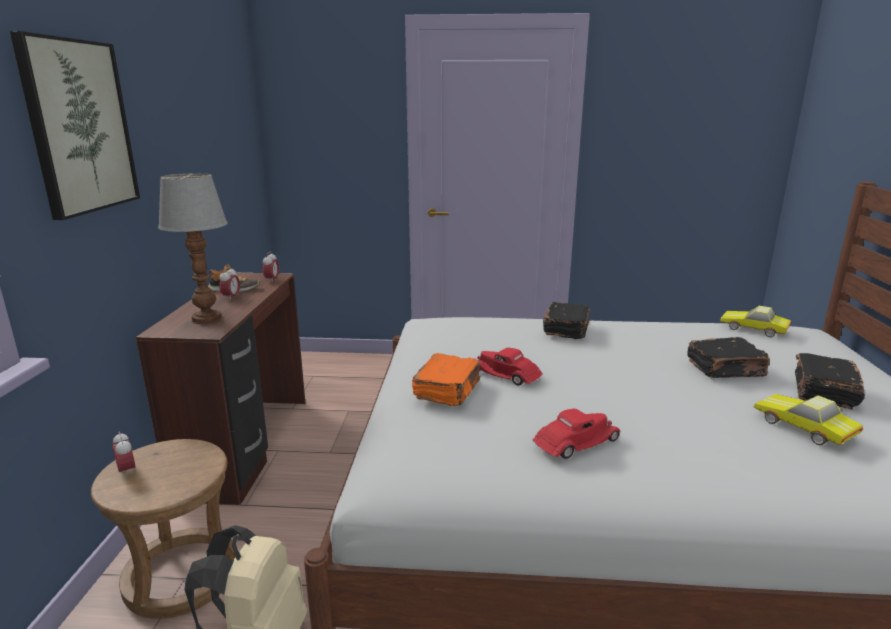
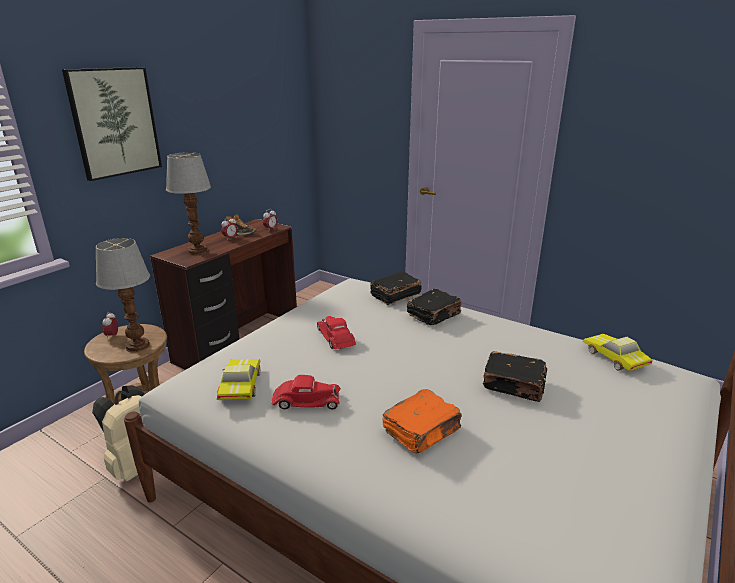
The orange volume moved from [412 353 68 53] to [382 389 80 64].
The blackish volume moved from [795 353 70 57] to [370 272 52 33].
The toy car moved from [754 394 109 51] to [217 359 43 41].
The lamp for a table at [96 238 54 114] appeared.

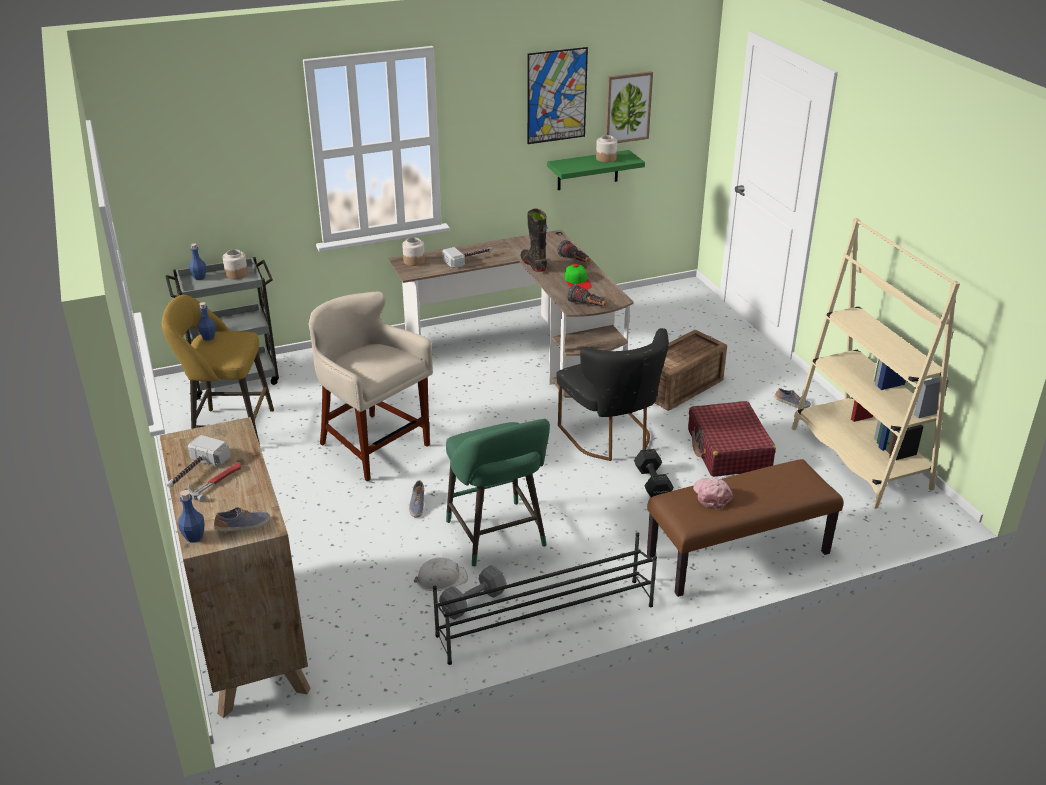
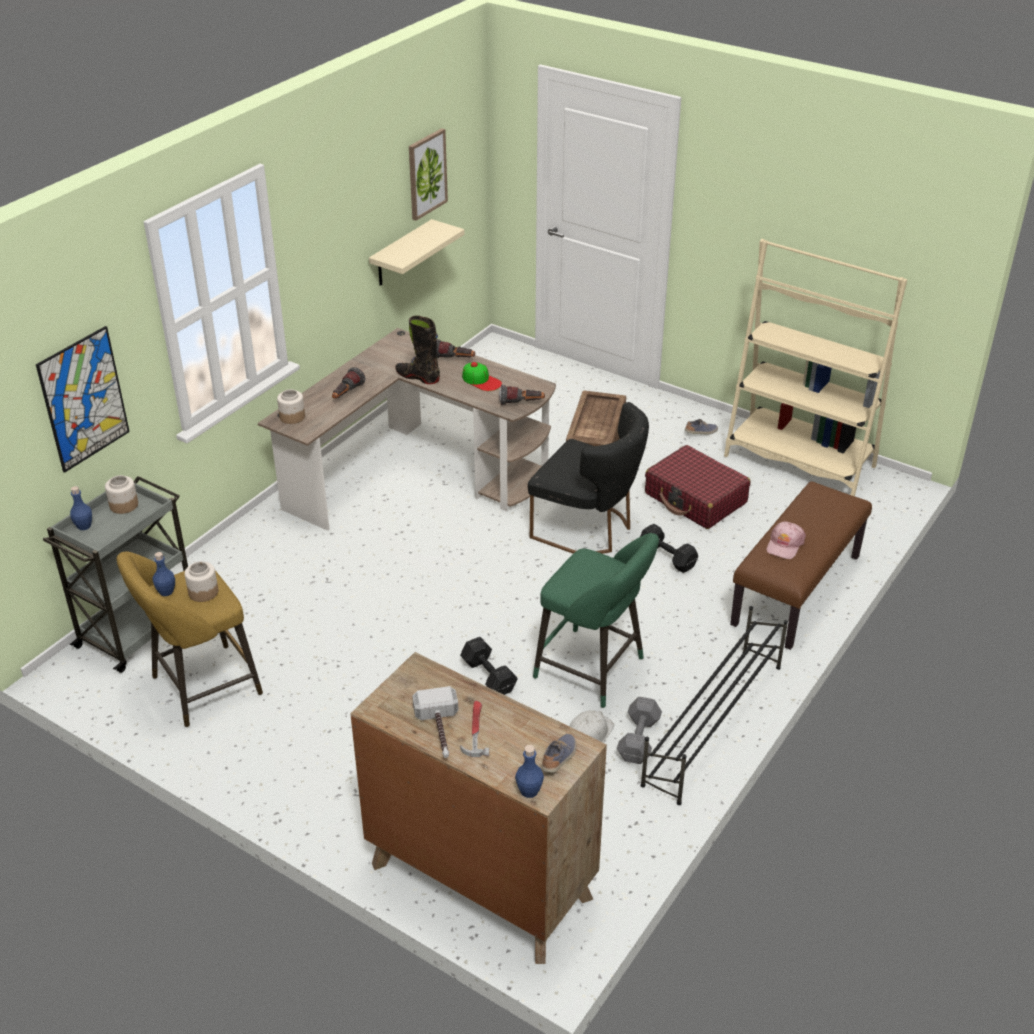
The wall picture moved from [527 47 61 97] to [36 326 94 147].
The storage jar moved from [596 135 21 27] to [184 562 34 40].
The greenish wall shelf at [547 150 98 40] became the sand-coloured wall shelf at [369 219 96 67].
The hand hammer at [442 247 50 22] was replaced by the hand torch at [332 367 33 32].
The sand-coloured sitting stool at [309 292 124 190] disappeared.
The pinkish peaked cap at [693 478 40 30] turned 105 degrees counterclockwise.
The item of footwear at [409 480 15 38] was replaced by the blackish free weight at [460 637 58 58].

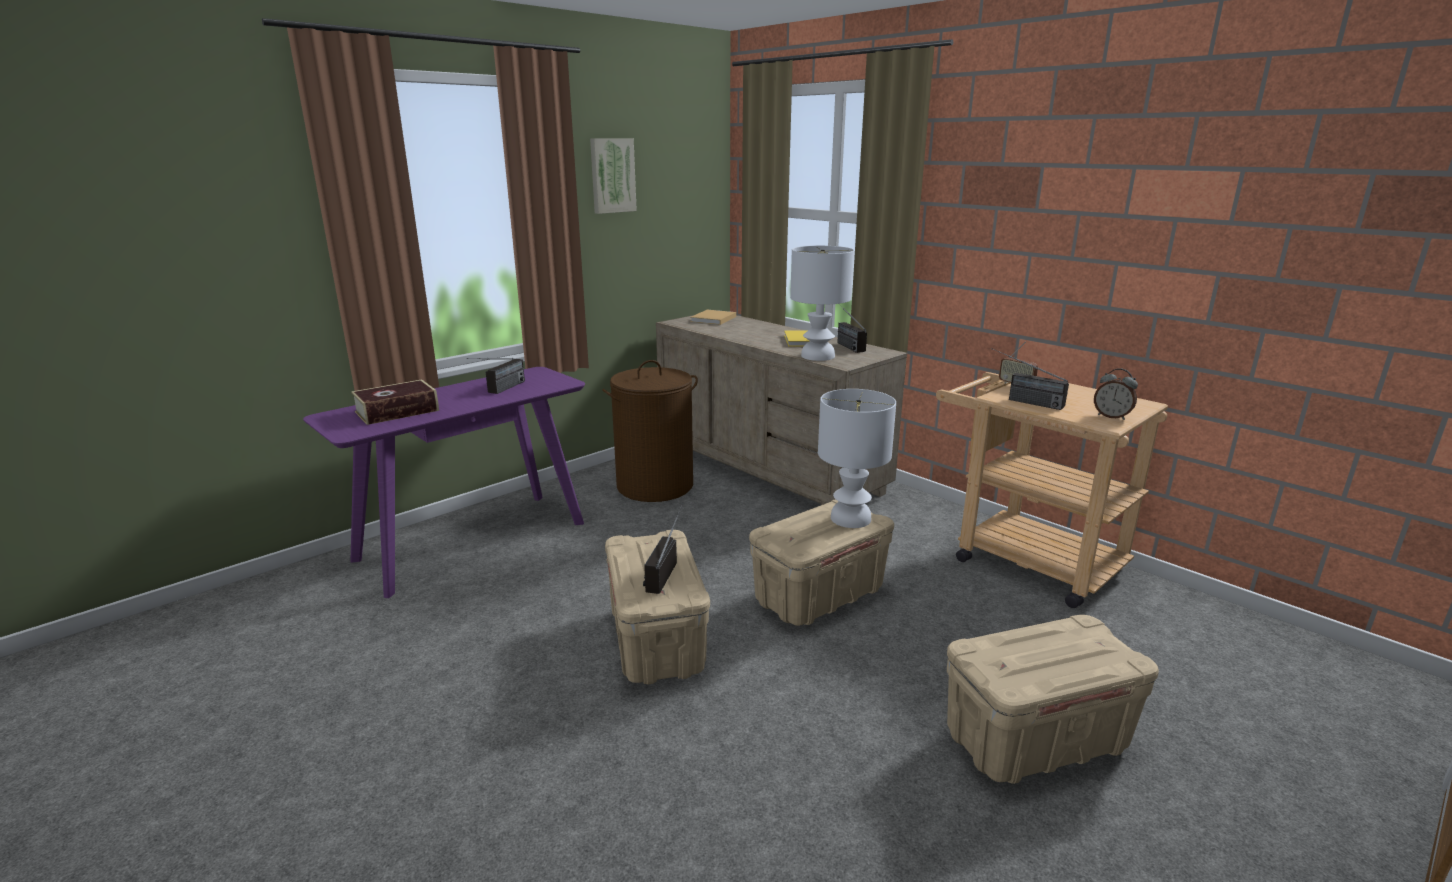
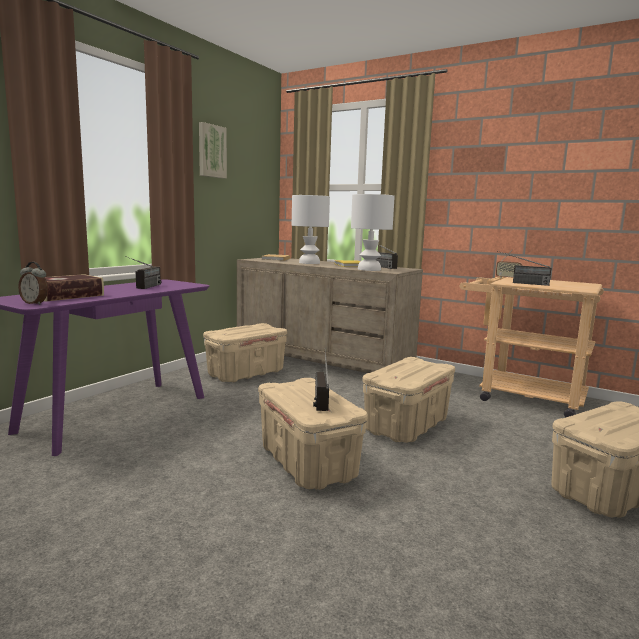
The brown hamper at [602 360 96 142] was replaced by the sand-coloured storage bin at [203 323 84 59].
The table clock moved from [1094 368 44 52] to [18 262 30 43].
The white-coloured lamp for a table moved from [818 389 78 139] to [292 195 38 69].

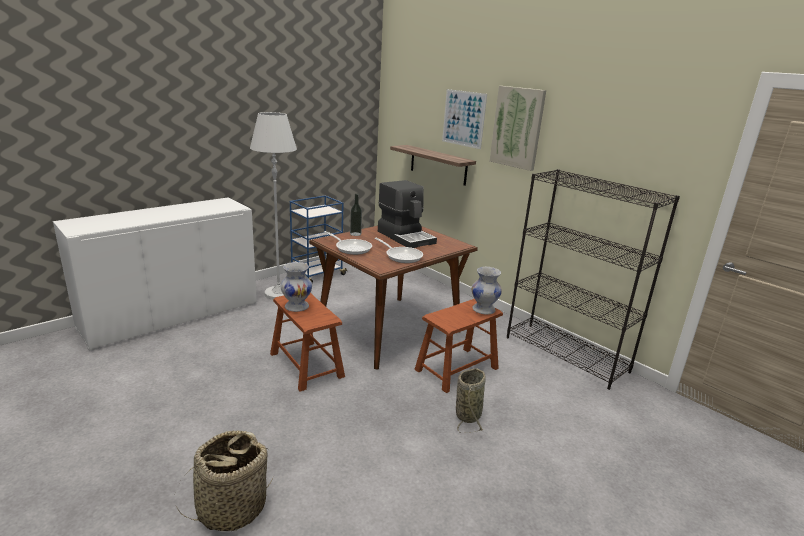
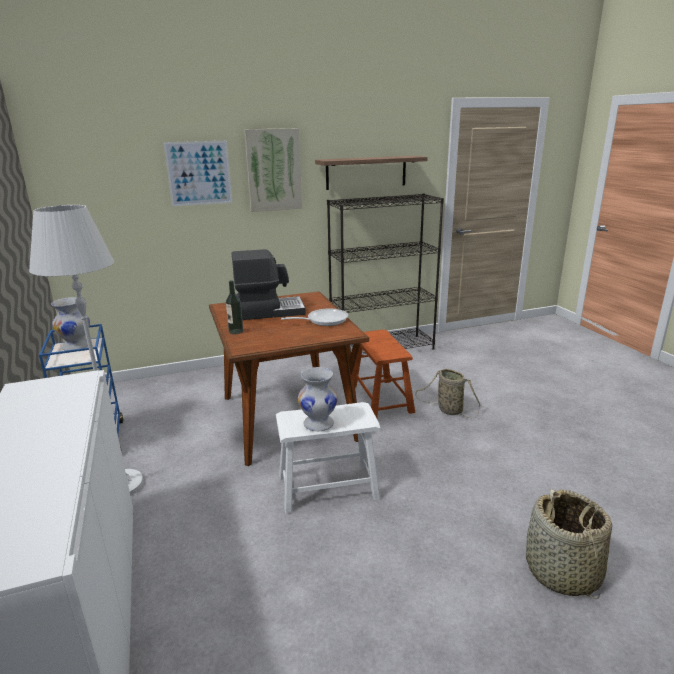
The wall shelf moved from [390 145 86 41] to [315 156 113 34].
The frying pan at [324 231 48 24] disappeared.
The white-coloured decorative vase moved from [471 267 31 48] to [51 297 39 54].
The brown sitting stool at [270 293 75 99] became the white-coloured sitting stool at [276 402 104 111].

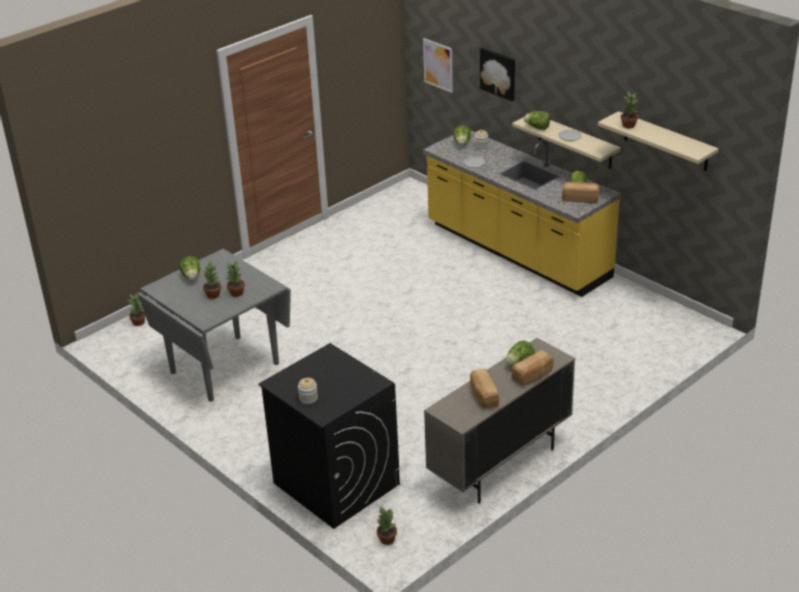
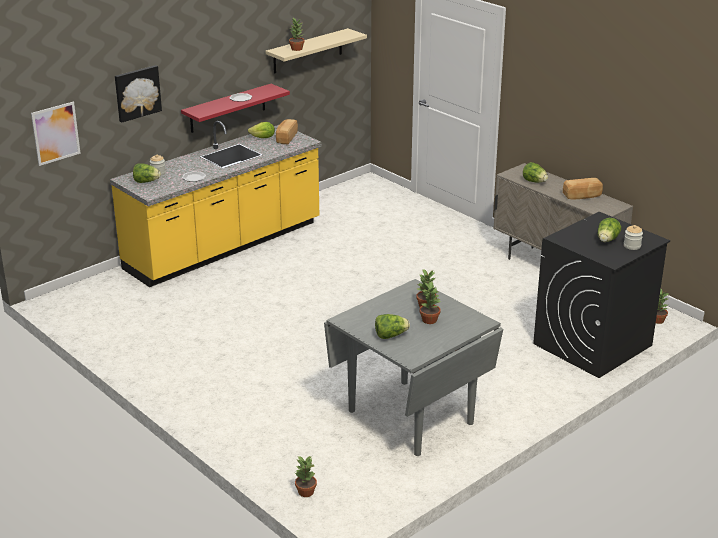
The lettuce moved from [524 111 26 19] to [598 218 23 24].
The sand-coloured wall shelf at [512 117 109 52] became the red-coloured wall shelf at [181 84 109 49].
The bread at [511 350 43 36] disappeared.

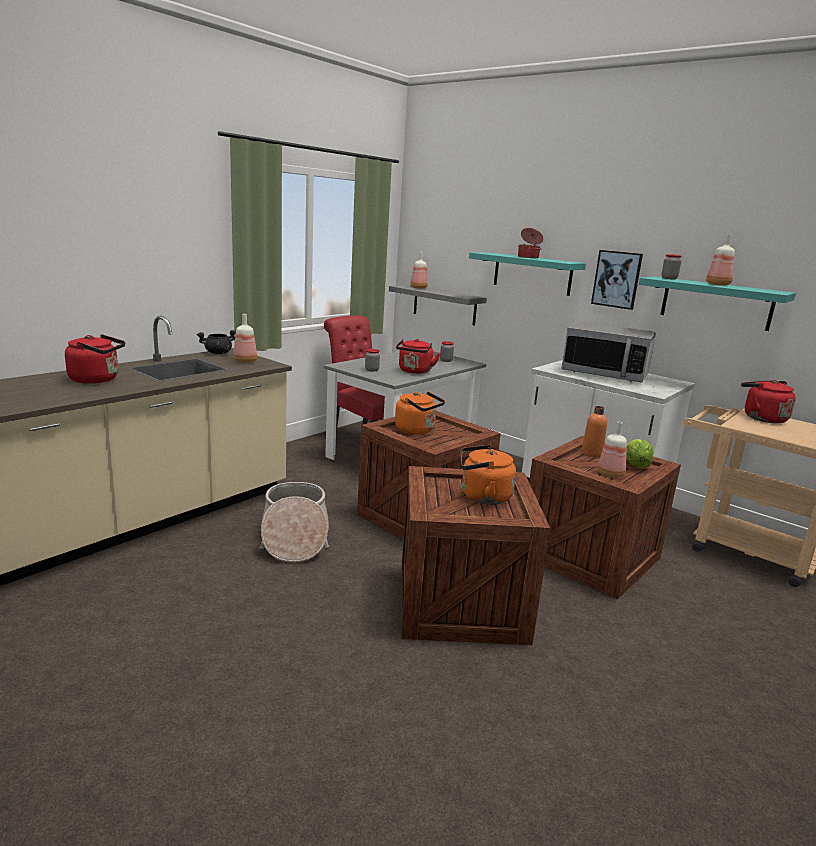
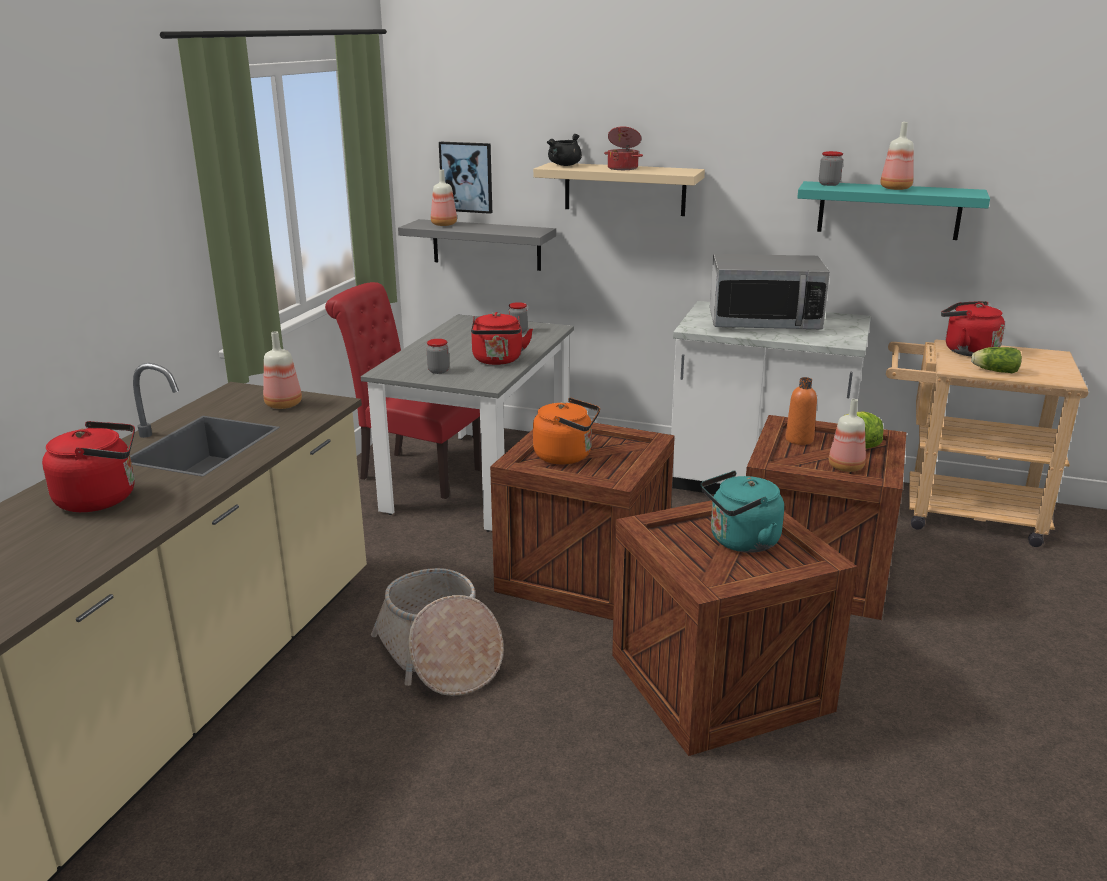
The wall picture moved from [591 250 52 60] to [439 142 53 72].
The blue-green wall shelf at [469 252 117 44] became the sand-coloured wall shelf at [533 162 172 54].
The blackish saucepot moved from [197 330 39 24] to [547 134 35 32].
The orange tea kettle at [461 445 55 60] became the blue-green tea kettle at [701 471 83 82].
The lettuce at [971 347 51 26] appeared.

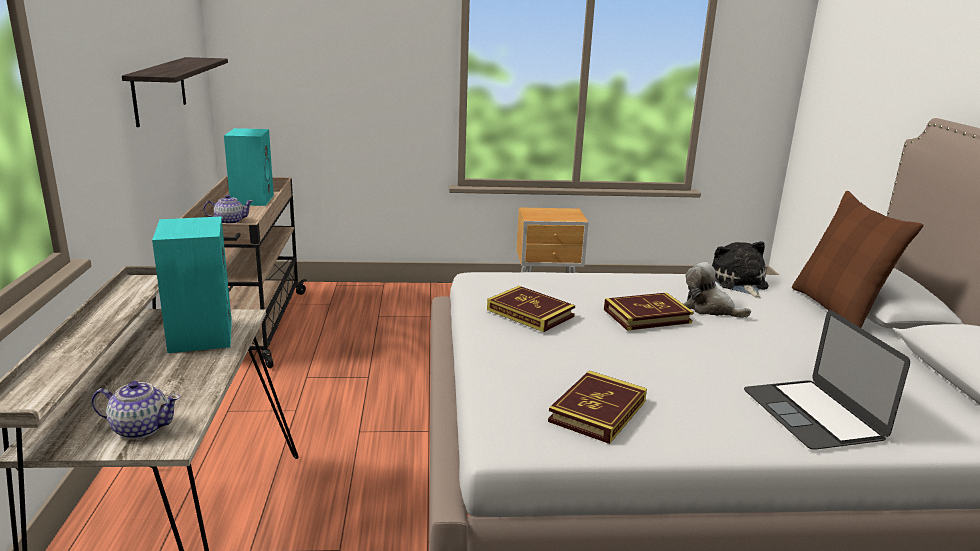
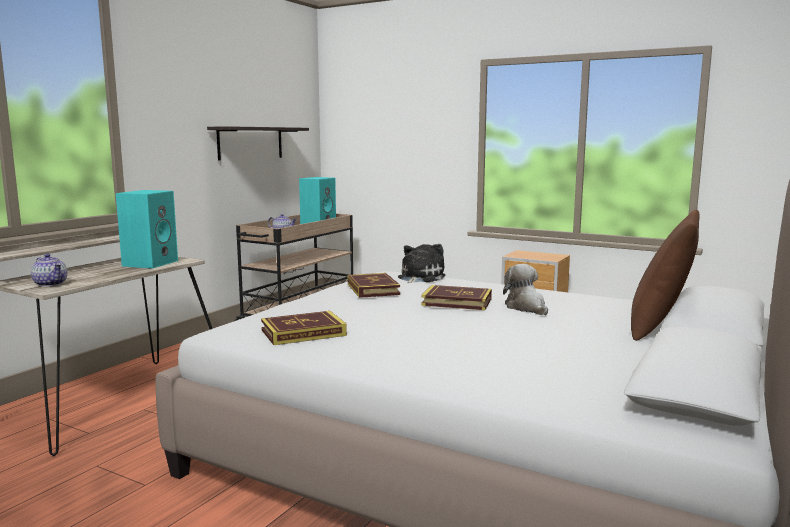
The soft toy moved from [712 241 56 57] to [398 244 47 39].
The notebook computer at [744 310 166 140] disappeared.

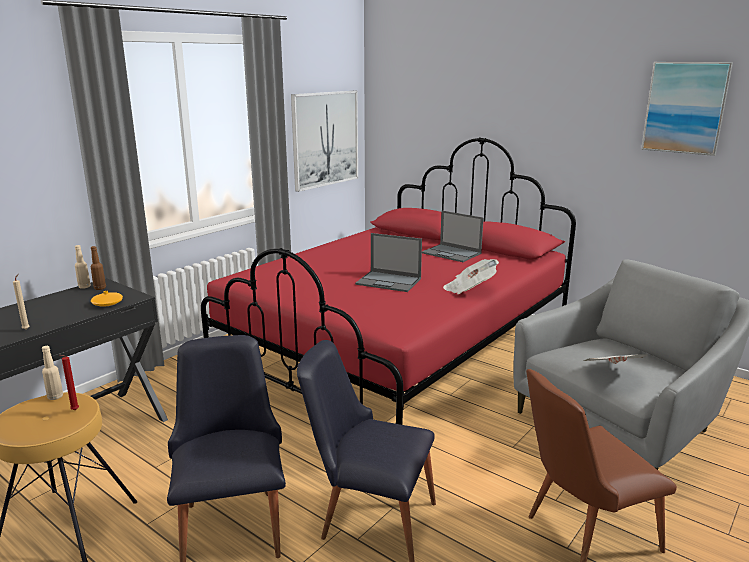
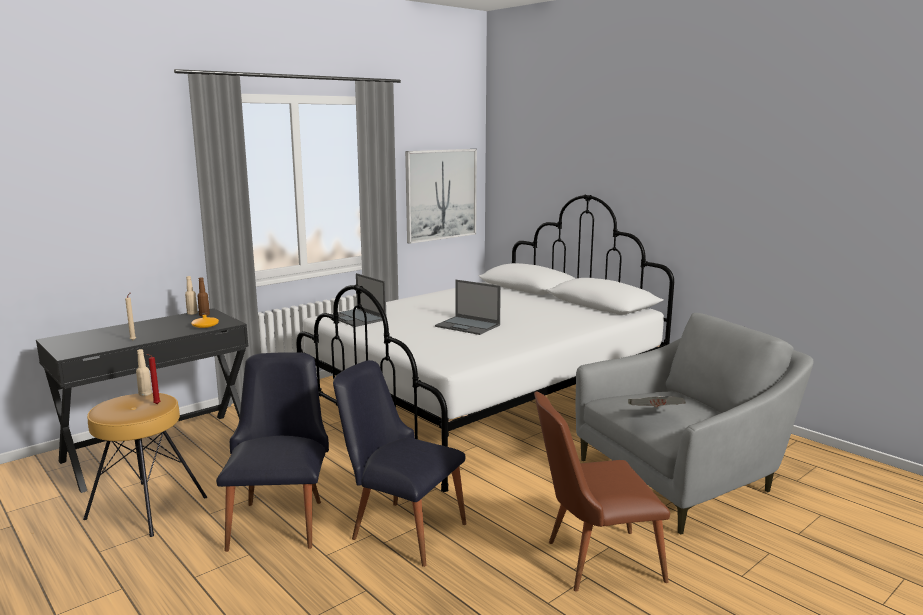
The wall picture at [641 62 92 94] disappeared.
The red-coloured bed at [201 137 375 288] became the white-coloured bed at [296 194 378 298].
The notebook computer moved from [422 211 62 51] to [331 273 55 54].
The printed paper at [443 259 56 35] disappeared.

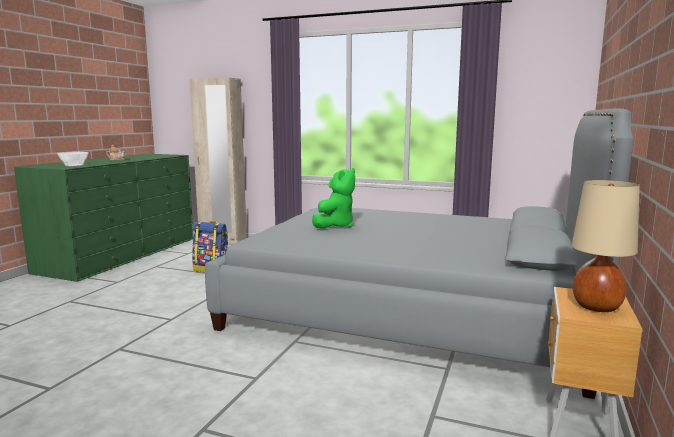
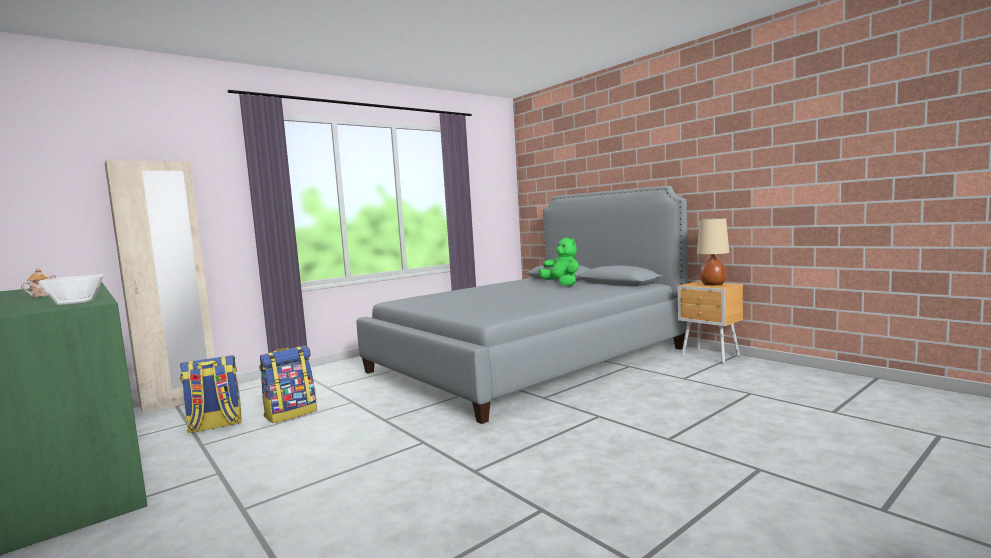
The greenish soft toy moved from [312 168 43 61] to [539 237 40 49].
The rucksack at [180 355 62 78] appeared.

